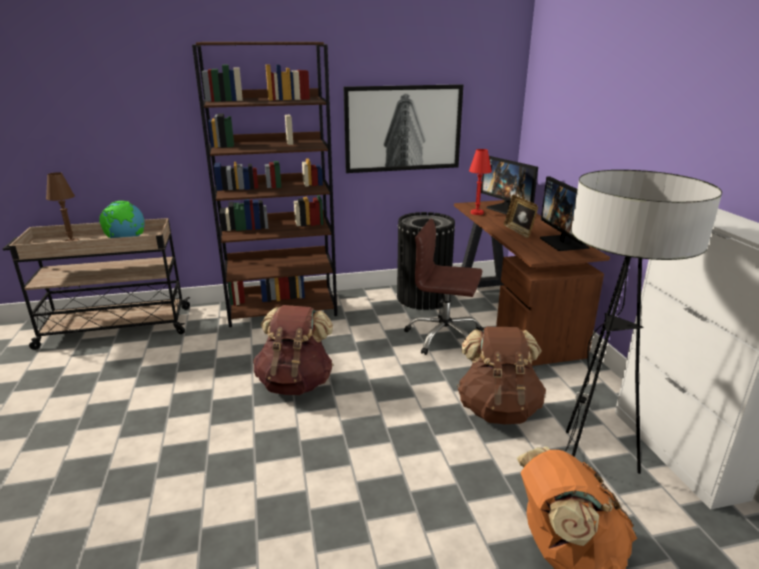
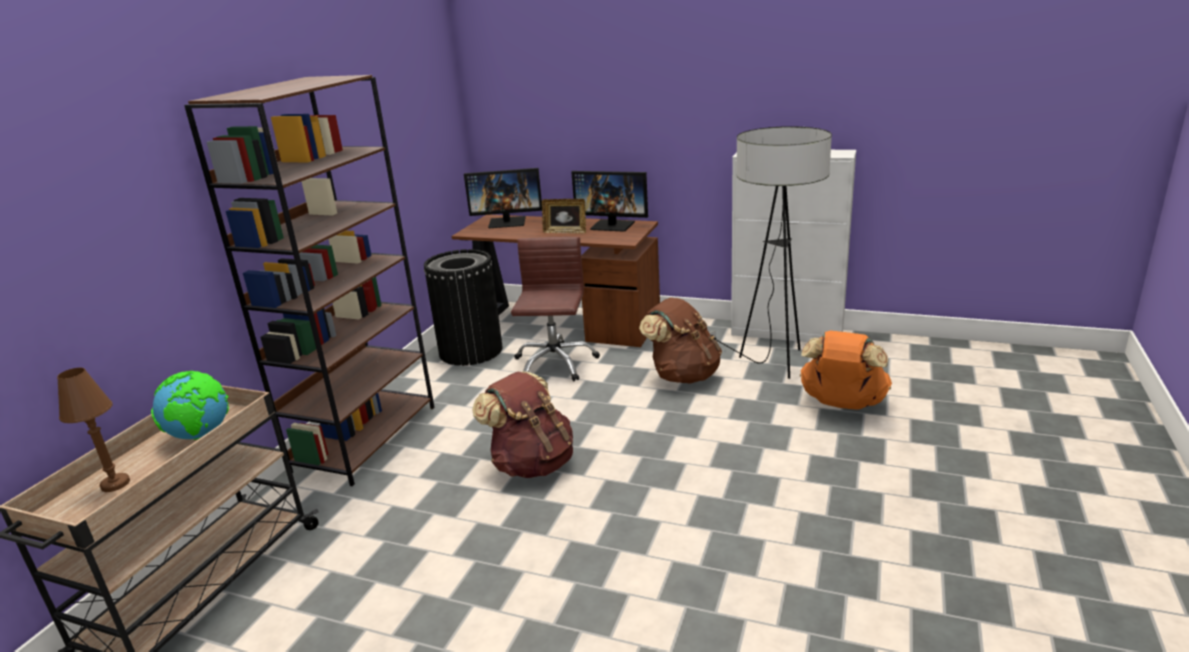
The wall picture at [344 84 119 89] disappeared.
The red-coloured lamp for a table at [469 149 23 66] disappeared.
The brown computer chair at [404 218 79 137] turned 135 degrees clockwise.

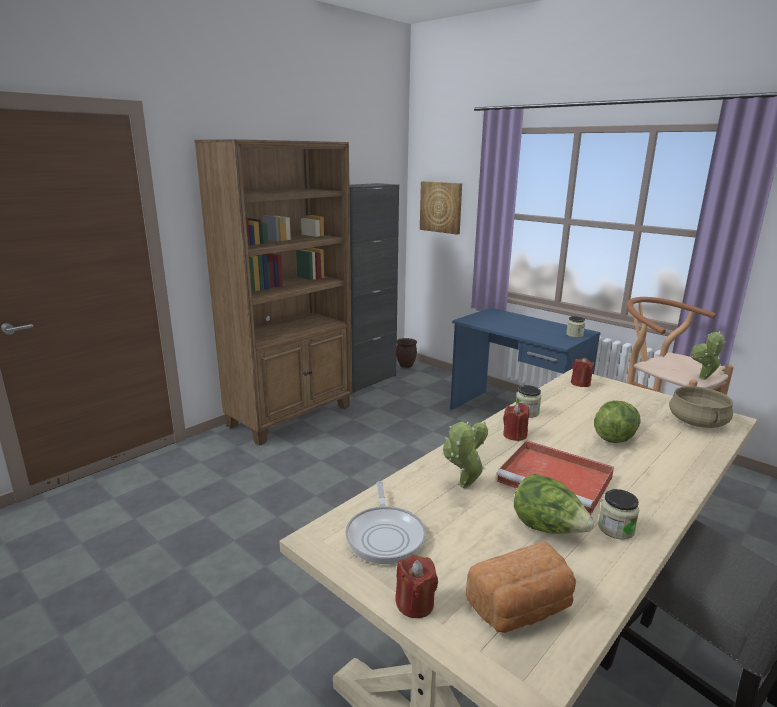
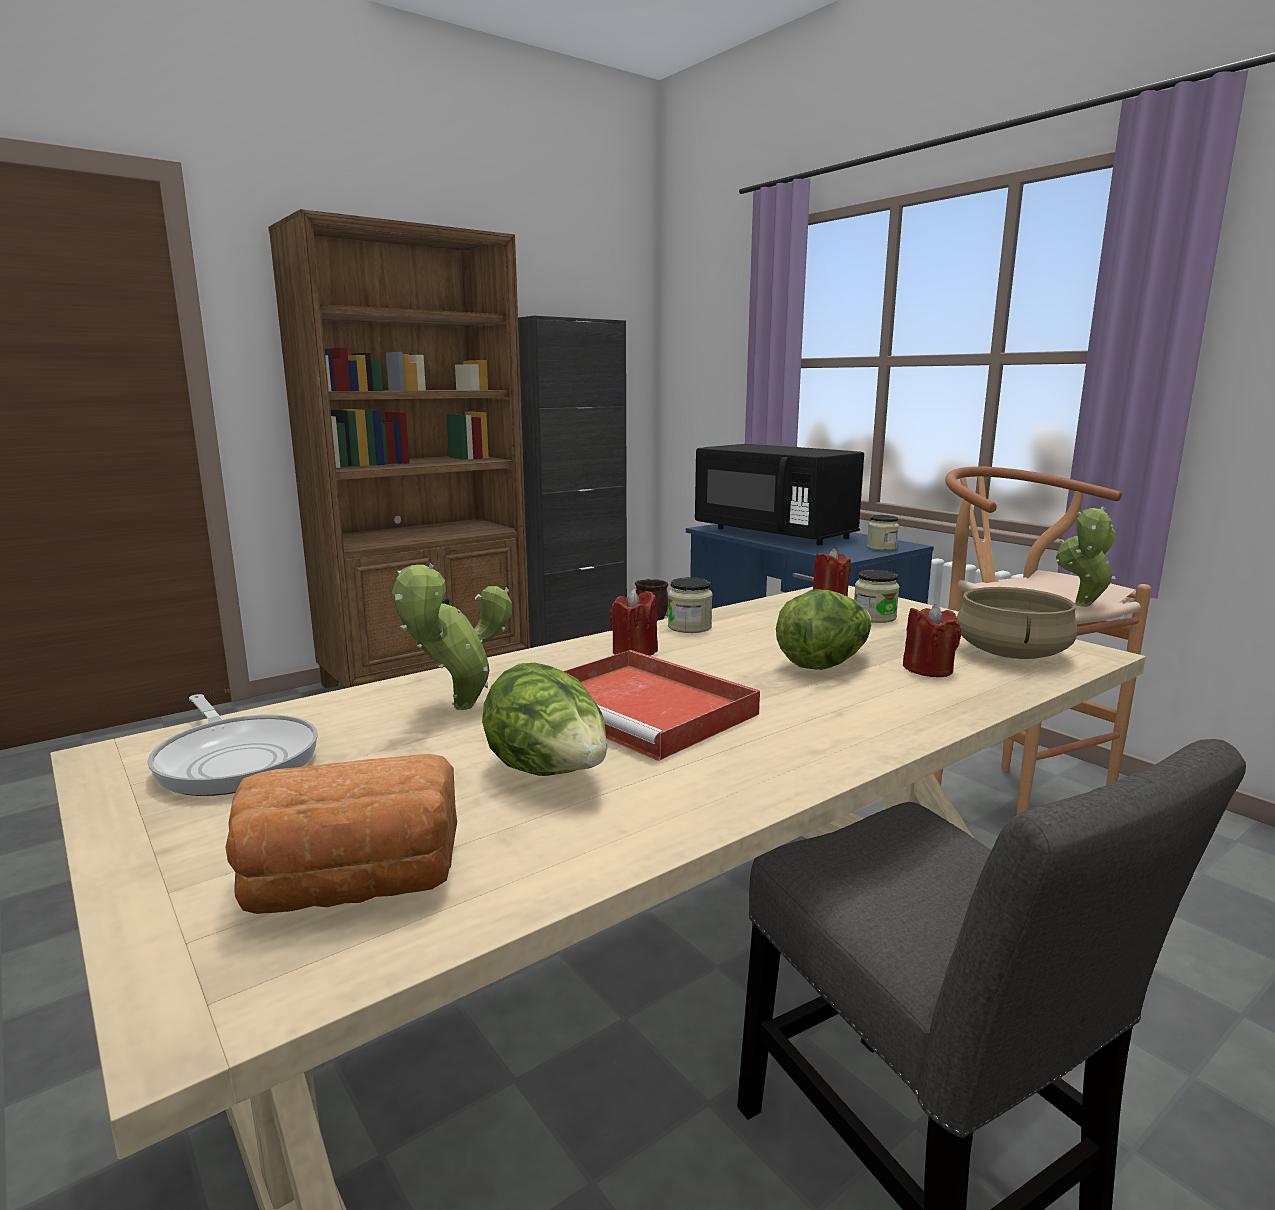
The wall picture at [420 181 42 54] disappeared.
The frying pan at [345 481 81 83] turned 45 degrees counterclockwise.
The storage jar moved from [598 489 41 51] to [854 570 45 53].
The red-coloured candle moved from [395 554 43 64] to [903 604 58 73].
The blackish microwave oven at [695 444 169 101] appeared.

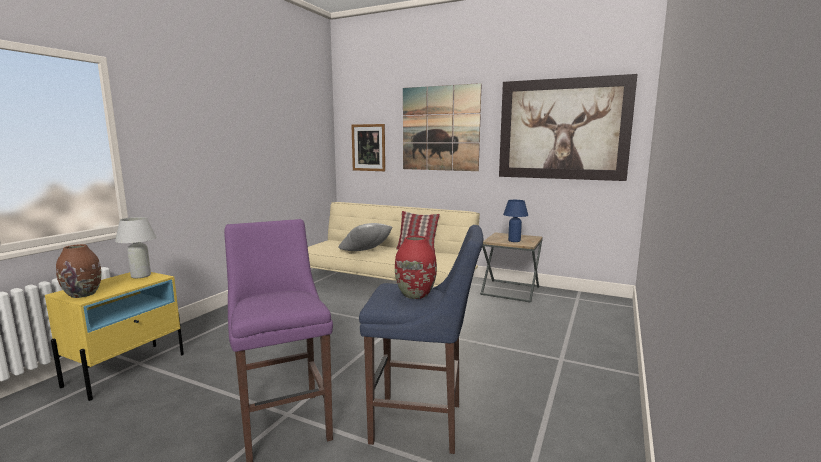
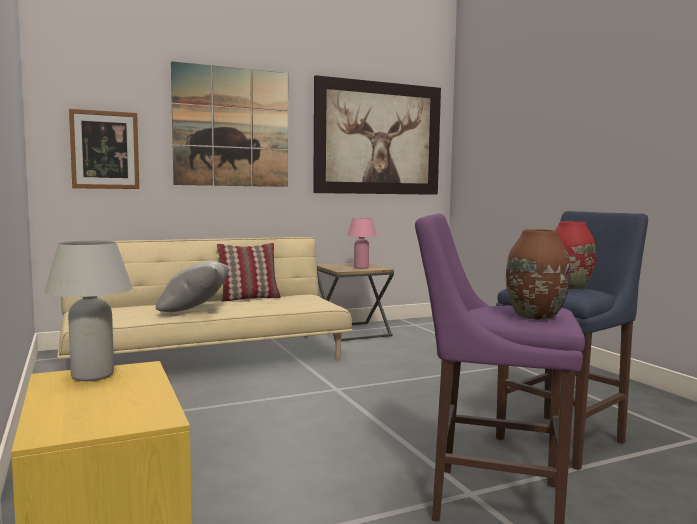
The blue-coloured lamp for a table at [503 200 25 42] became the pinkish lamp for a table at [347 218 30 51].
The brown decorative vase moved from [56 244 46 54] to [506 229 65 91].

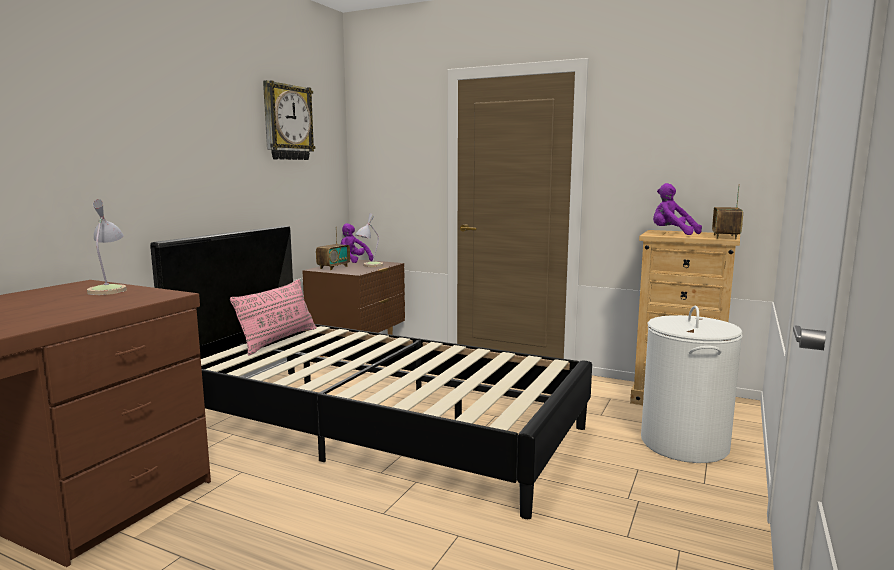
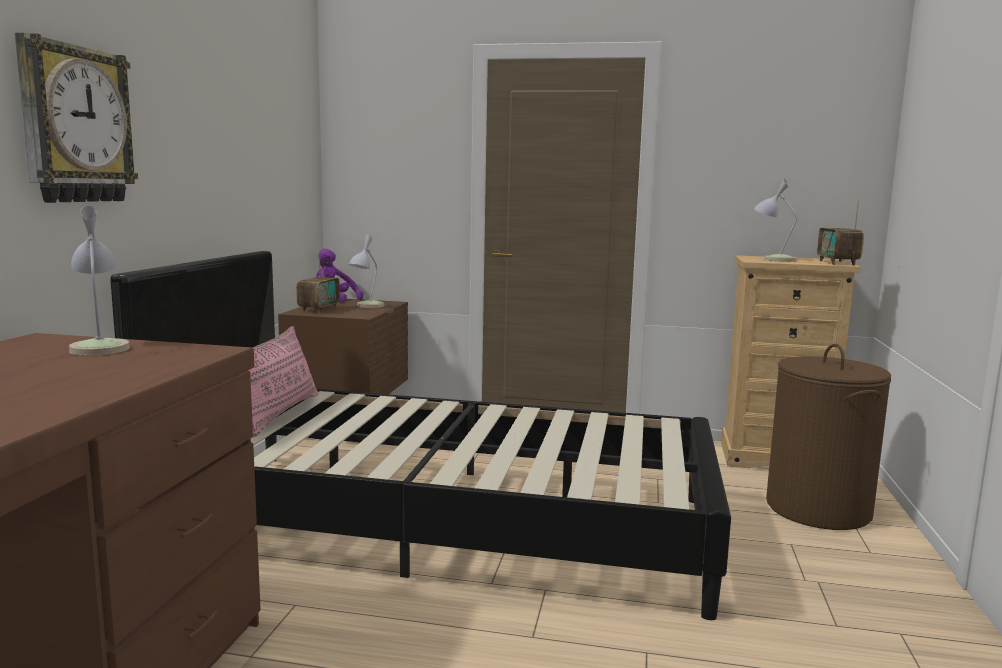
The hanging clock moved from [263 80 53 80] to [15 32 123 171].
The purple soft toy at [653 183 49 52] was replaced by the lamp for a table at [753 179 44 83].
The white-coloured hamper at [641 306 102 157] became the brown hamper at [766 344 125 186].

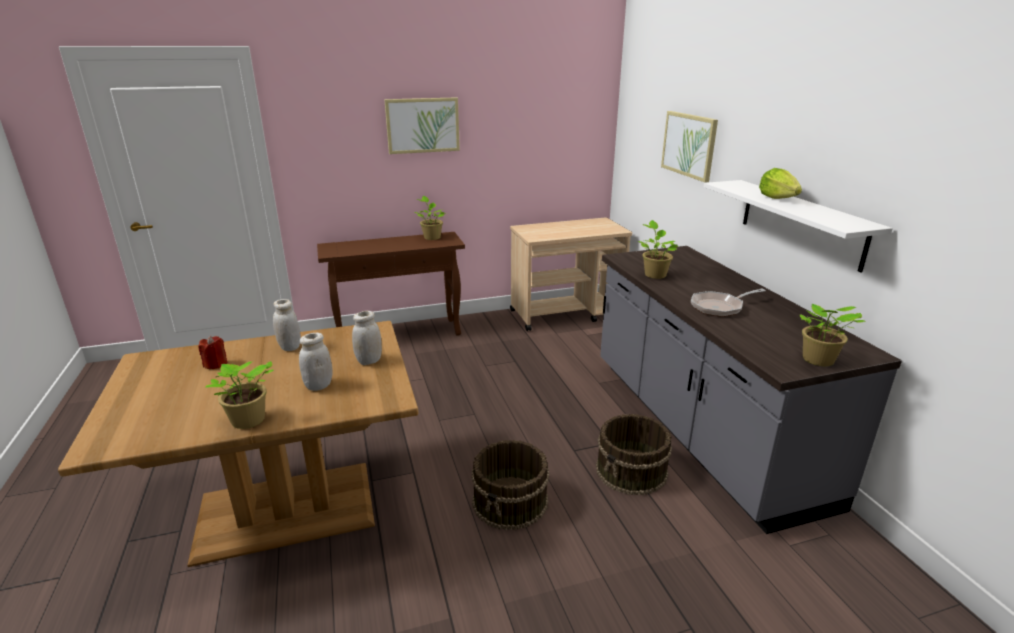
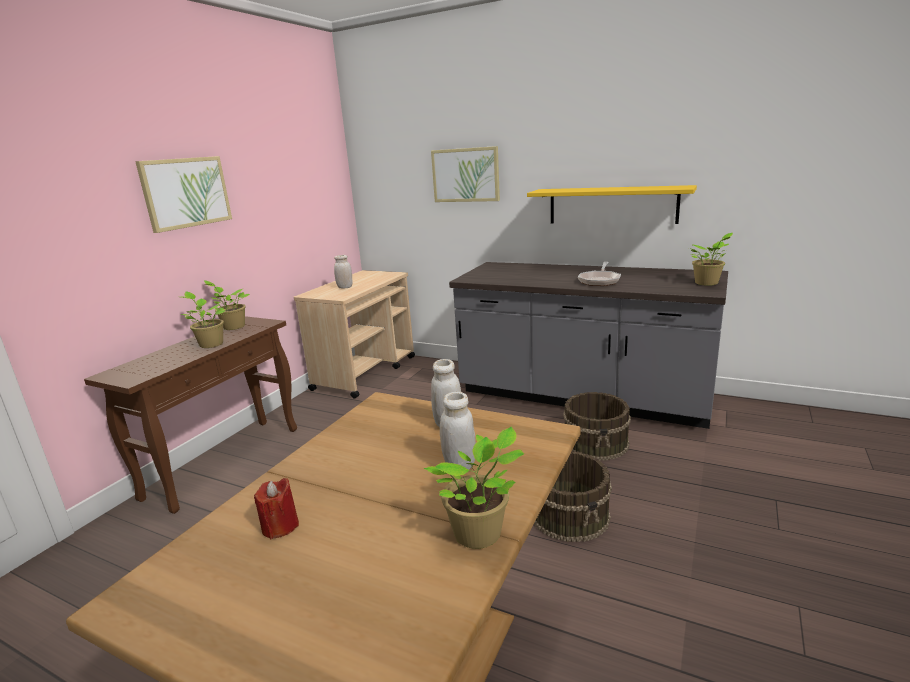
The lettuce at [759 168 43 31] disappeared.
The white-coloured wall shelf at [703 180 190 93] became the yellow-coloured wall shelf at [527 185 170 39].
The houseplant moved from [638 220 40 59] to [180 291 45 57].
The white-coloured storage jar moved from [273 299 28 52] to [334 255 19 34].

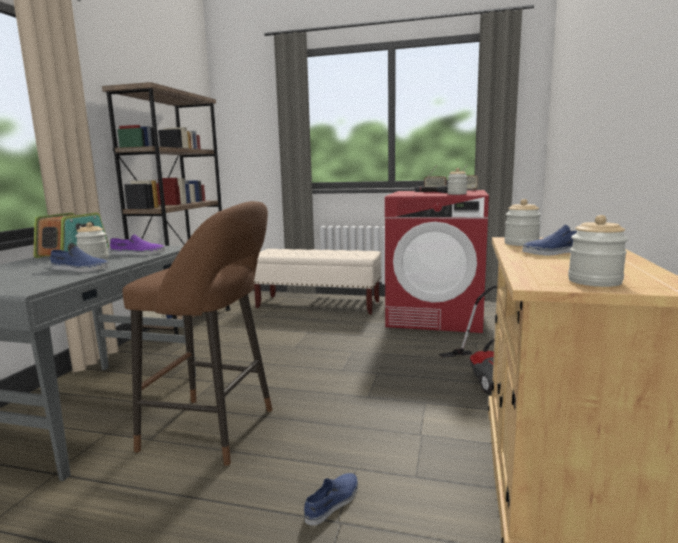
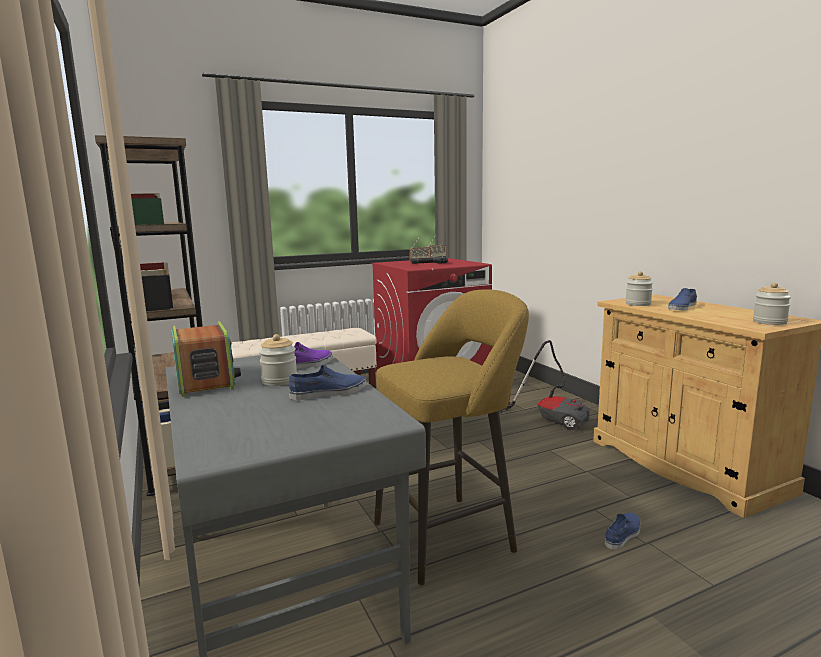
The storage jar at [447 168 20 27] disappeared.
The brown sitting stool at [123 201 150 265] became the yellow-coloured sitting stool at [374 289 155 296].
The blue-coloured item of footwear at [304 473 54 52] turned 45 degrees clockwise.

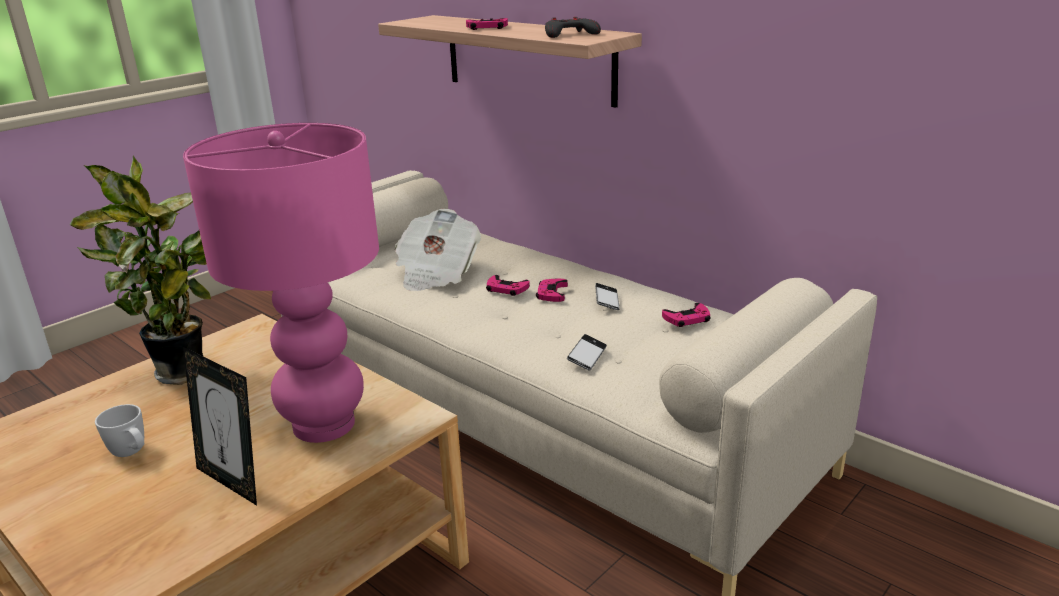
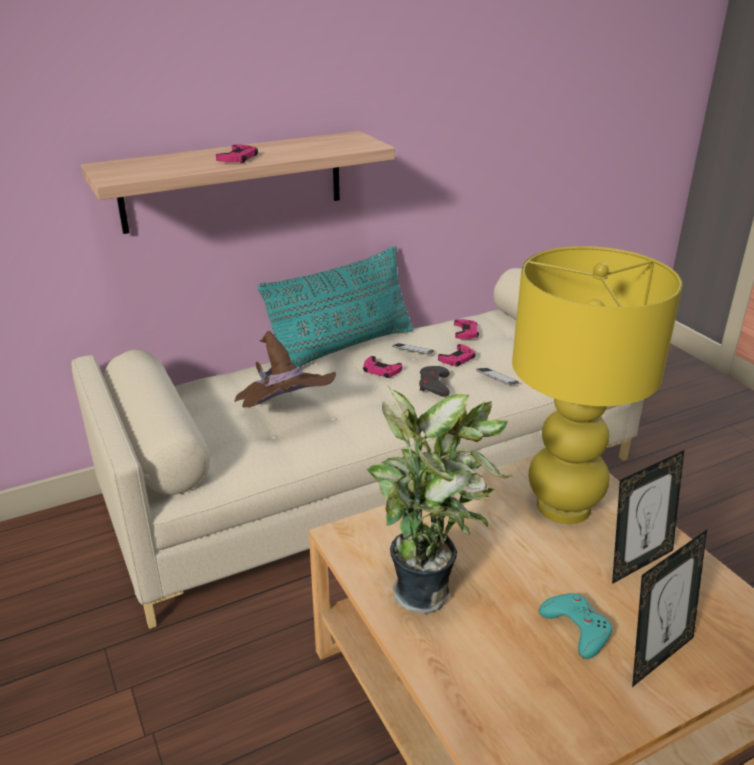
The grey gamepad moved from [545 17 56 21] to [419 366 31 31].
The pinkish lamp for a table at [183 123 196 320] became the yellow-coloured lamp for a table at [512 246 170 278].
The printed paper at [395 209 86 82] was replaced by the brown hat at [234 331 102 77].
The pinkish gamepad moved from [486 275 44 21] to [438 344 37 22].
The white-coloured coffee mug at [95 404 49 53] was replaced by the blue-green gamepad at [539 593 73 66].
The blue-green pillow at [258 246 156 121] appeared.
The picture frame at [632 530 75 157] appeared.

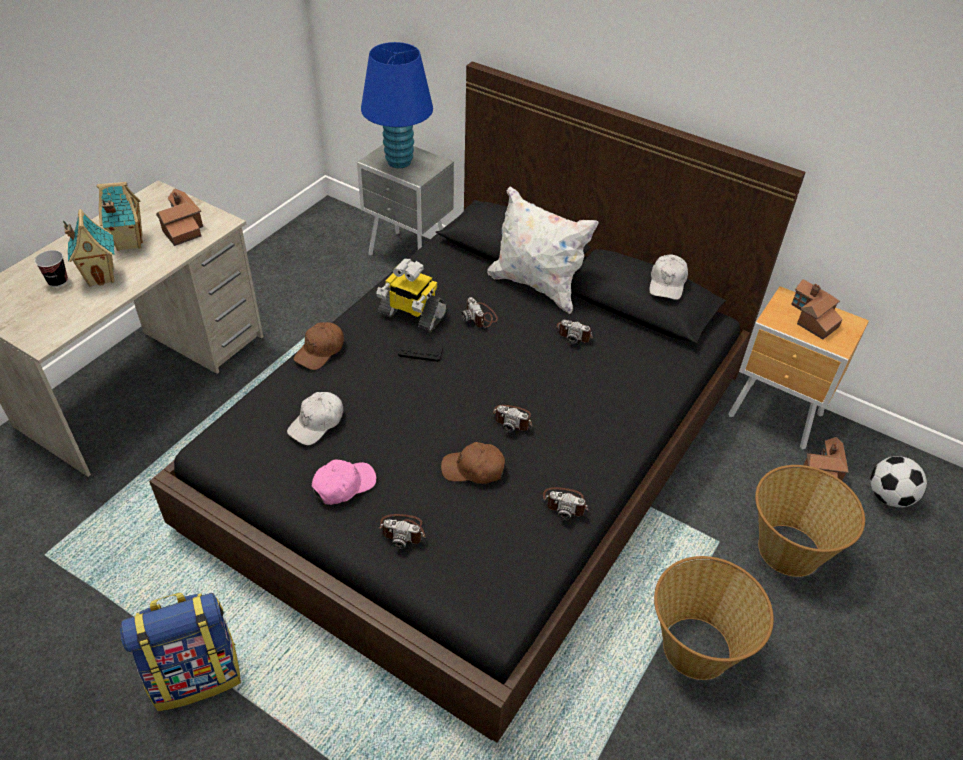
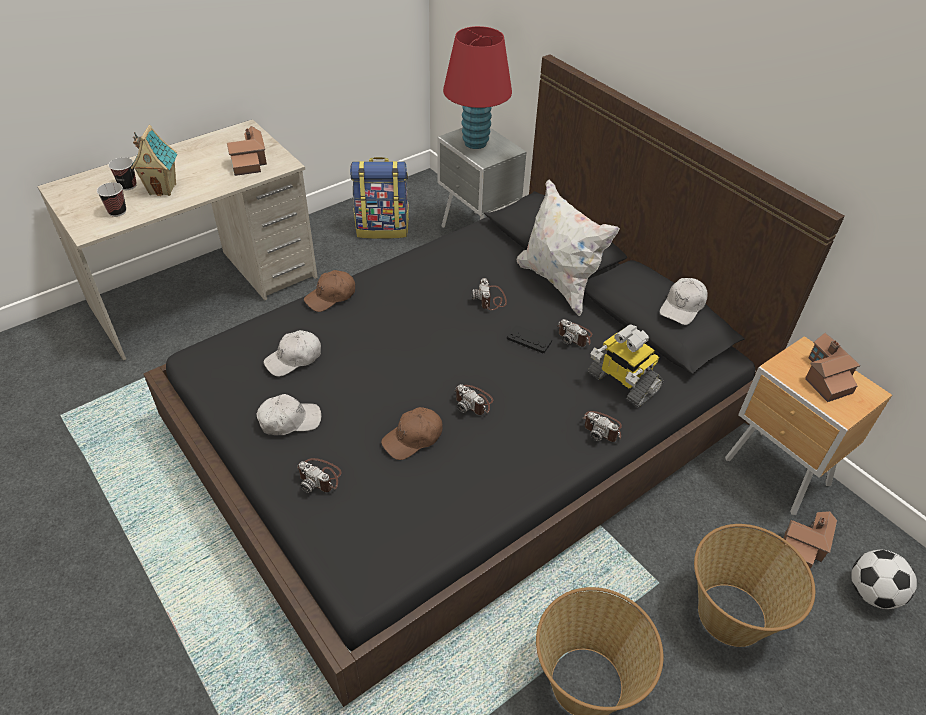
The blue-coloured lamp for a table at [361 42 72 126] became the red-coloured lamp for a table at [443 26 69 123].
The model house at [97 182 46 69] disappeared.
The robot figure moved from [376 259 71 73] to [588 324 76 84].
The blackish gamepad moved from [398 340 45 22] to [507 325 45 28].
The brown peaked cap at [441 442 64 42] turned 60 degrees counterclockwise.
The pinkish peaked cap at [312 459 64 46] became the white-coloured peaked cap at [256 394 65 41].
The still camera moved from [543 487 46 33] to [583 411 39 31].
The rucksack moved from [120 593 121 118] to [350 157 59 82].
The cup at [97 182 29 35] appeared.

